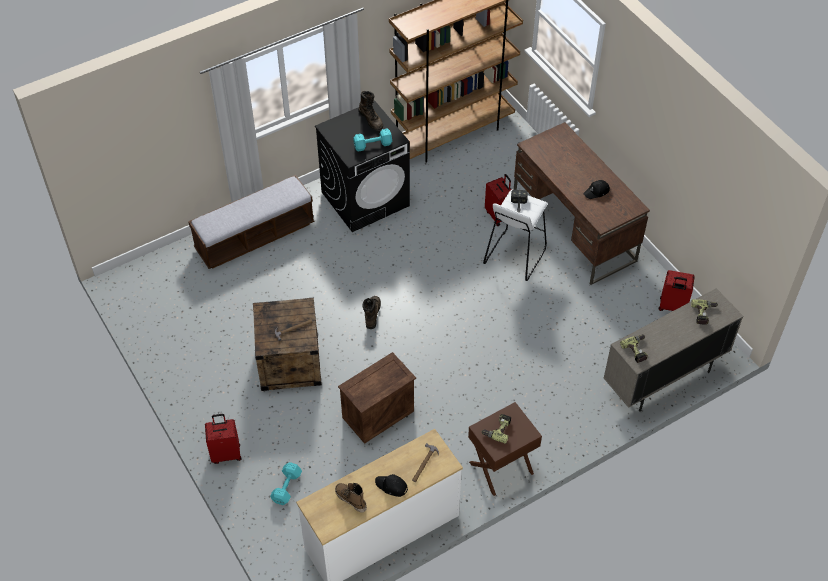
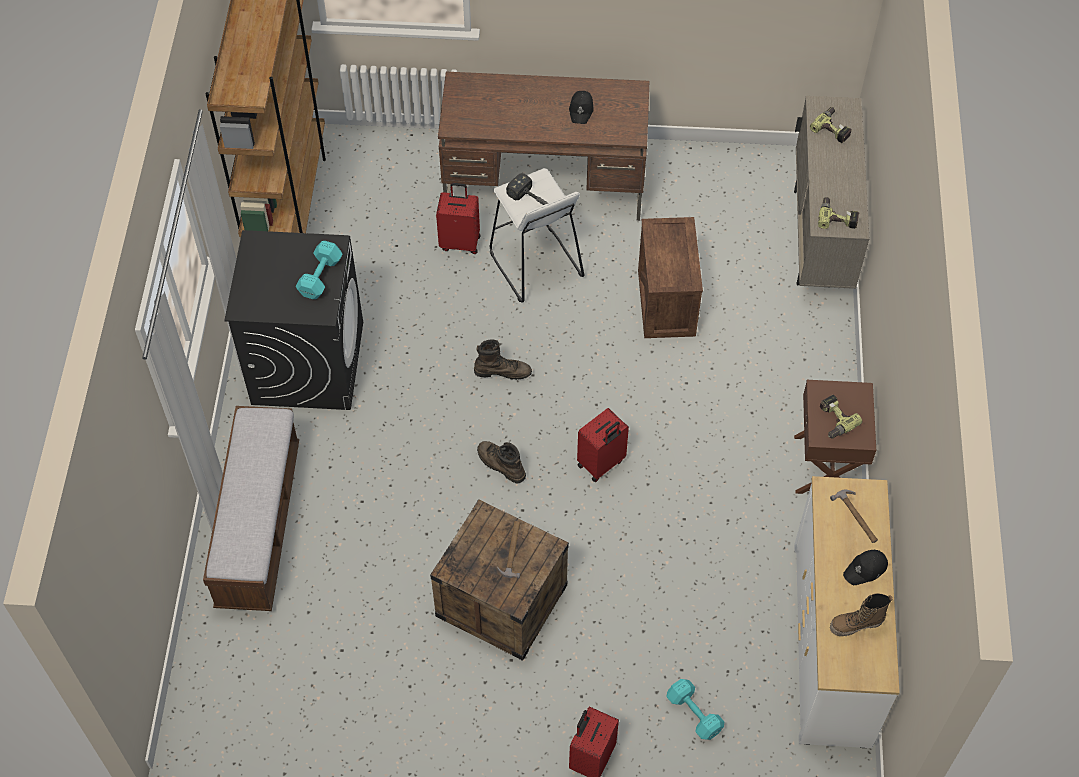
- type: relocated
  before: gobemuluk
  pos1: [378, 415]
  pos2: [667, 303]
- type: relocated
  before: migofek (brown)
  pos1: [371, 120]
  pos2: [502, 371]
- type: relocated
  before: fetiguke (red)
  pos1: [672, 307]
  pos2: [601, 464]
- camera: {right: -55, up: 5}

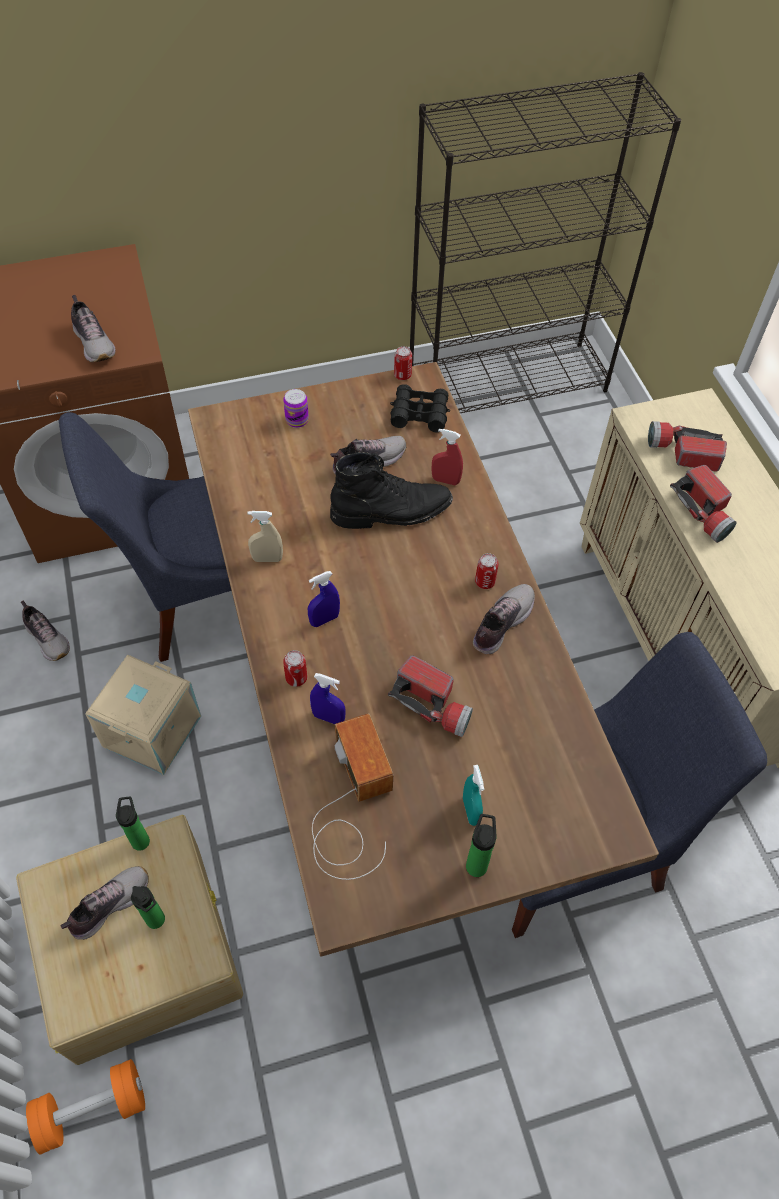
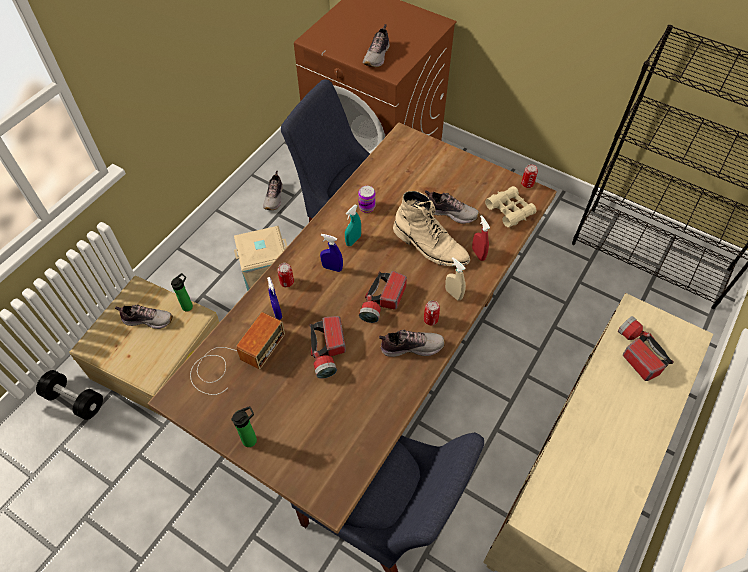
- type: missing
  before: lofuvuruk
  pos1: [157, 922]
- type: relocated
  before: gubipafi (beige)
  pos1: [267, 559]
  pos2: [453, 294]
- type: relocated
  before: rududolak
  pos1: [297, 420]
  pos2: [367, 207]
- type: relocated
  before: gubipafi (turquoise)
  pos1: [470, 810]
  pos2: [353, 240]
- type: relocated
  before: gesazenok
  pos1: [703, 512]
  pos2: [382, 302]
- type: colour
  before: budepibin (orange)
  after: budepibin (black)
  pos1: [92, 1109]
  pos2: [74, 400]
- type: colour
  before: migofek (black)
  after: migofek (beige)
  pos1: [391, 511]
  pos2: [430, 246]
- type: colour
  before: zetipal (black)
  after: zetipal (beige)
  pos1: [419, 414]
  pos2: [509, 210]
- camera: {right: 50, up: 0}

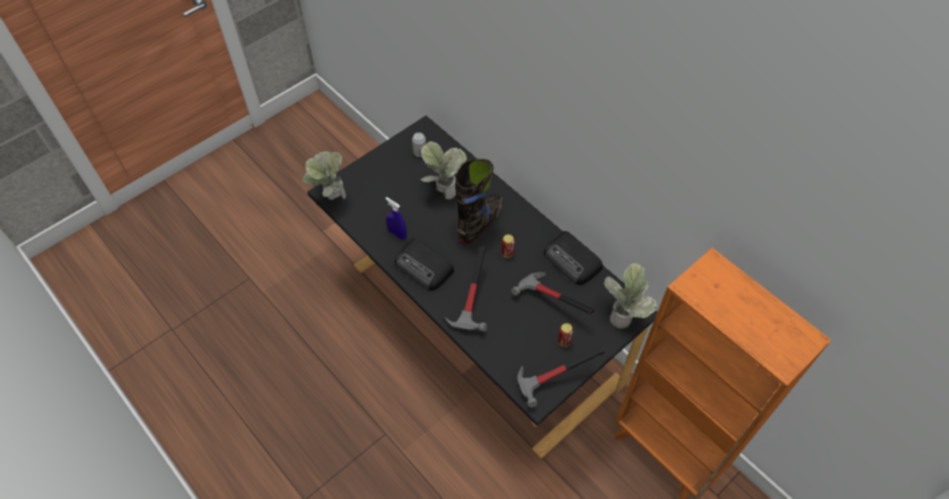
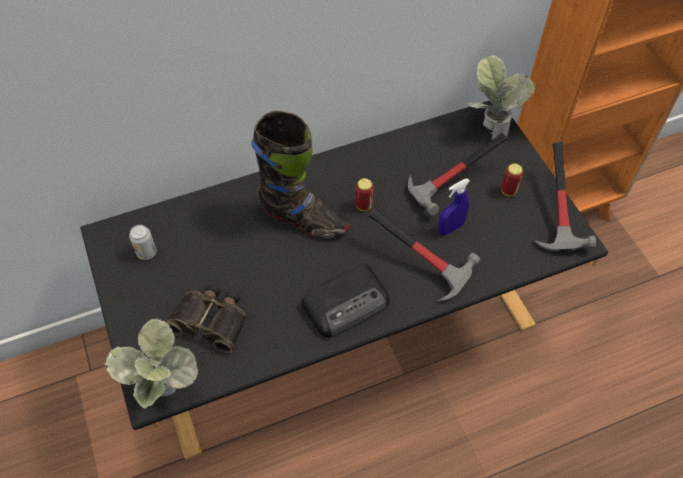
- type: missing
  before: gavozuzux
  pos1: [442, 190]
- type: missing
  before: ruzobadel
  pos1: [573, 261]
- type: appeared
  after: zetipal
  pos2: [211, 320]
- type: relocated
  before: gubipafi (blue)
  pos1: [397, 234]
  pos2: [450, 228]
- type: spun
  before: migofek (black)
  pos1: [480, 223]
  pos2: [303, 219]
  turn: 150
- camera: {right: -70, up: 0}

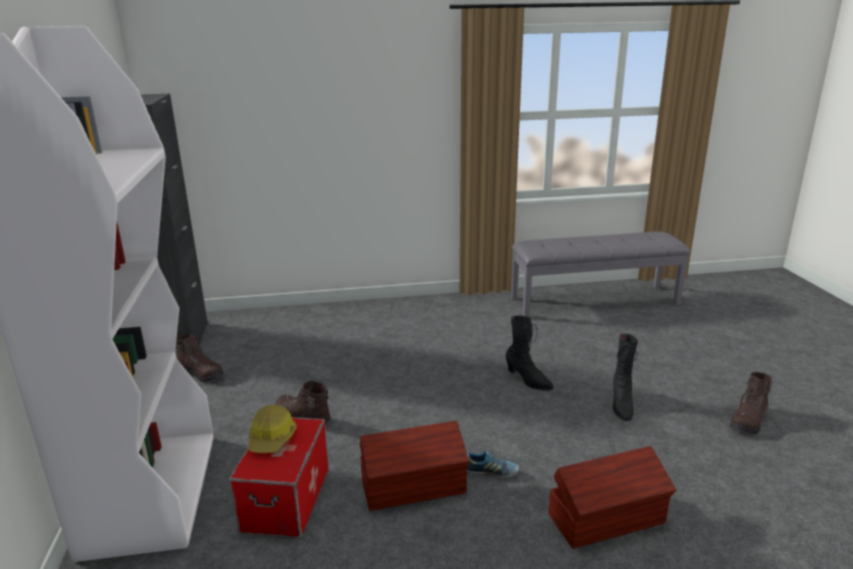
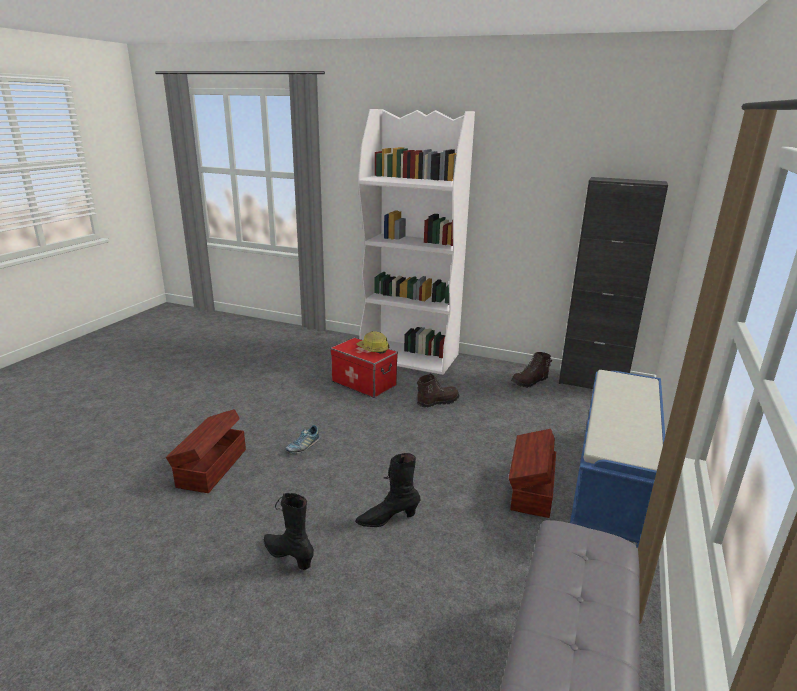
- type: missing
  before: migofek (brown)
  pos1: [748, 421]
- type: appeared
  after: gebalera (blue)
  pos2: [613, 484]
- type: relocated
  before: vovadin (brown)
  pos1: [414, 487]
  pos2: [531, 489]
- camera: {right: 120, up: 0}

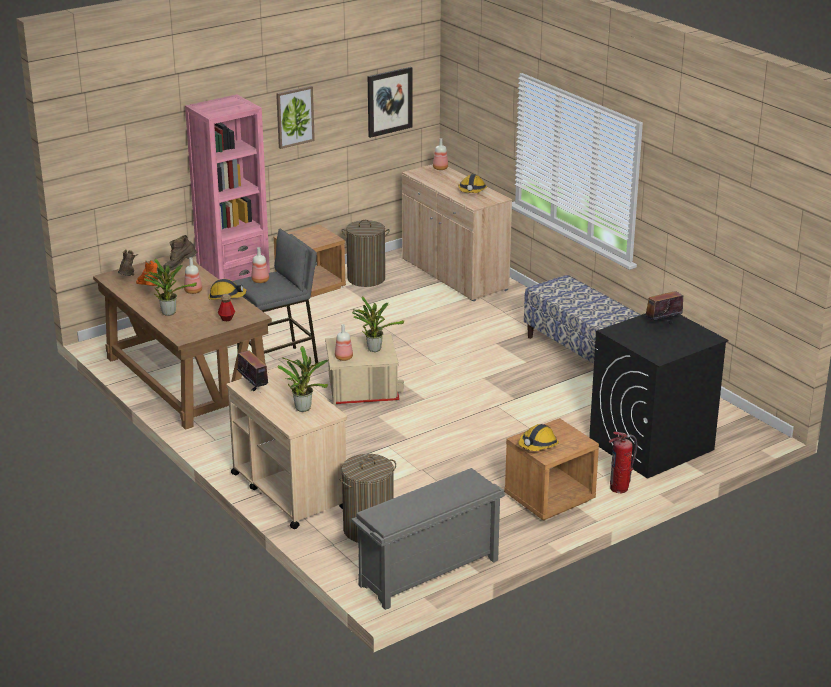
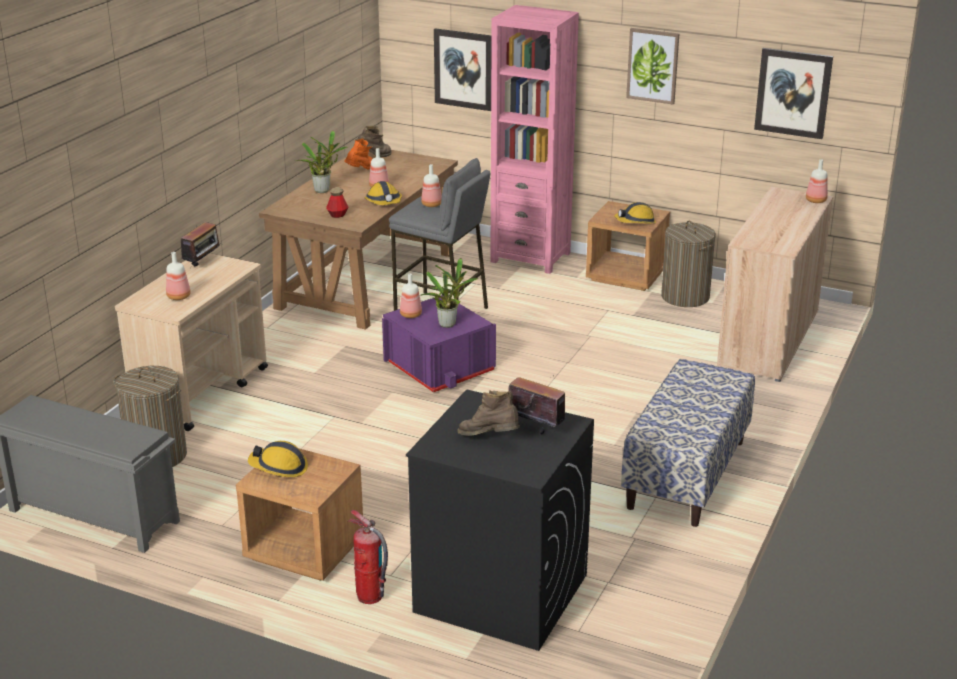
- type: appeared
  after: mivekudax
  pos2: [463, 69]
- type: relocated
  before: migofek (brown)
  pos1: [180, 267]
  pos2: [489, 439]
- type: relocated
  before: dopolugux
  pos1: [472, 191]
  pos2: [635, 222]
- type: exchanged
  before: gavozuzux
  after: lofuvuruk
  pos1: [303, 407]
  pos2: [179, 296]
- type: colour
  before: vovadin (beige)
  after: vovadin (purple)
  pos1: [362, 389]
  pos2: [439, 367]
- camera: {right: 60, up: 0}

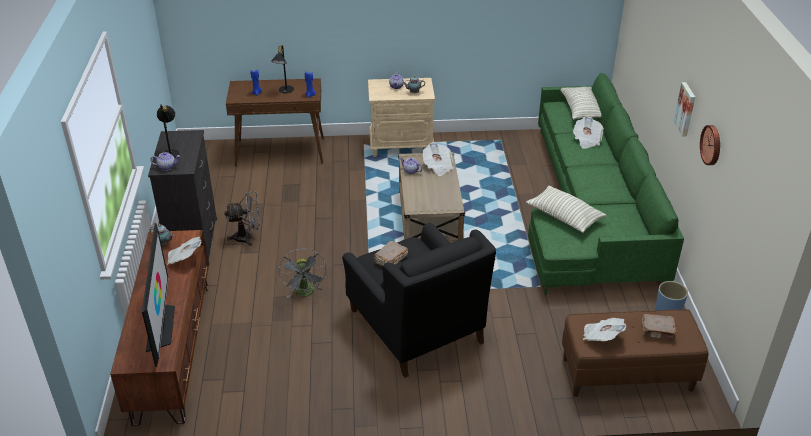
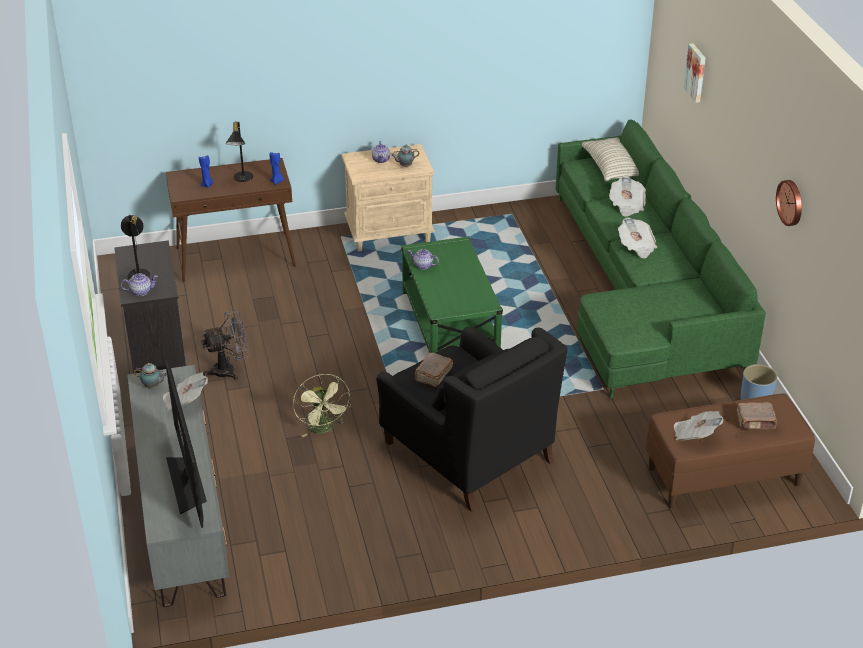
- type: missing
  before: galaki
  pos1: [564, 217]
- type: relocated
  before: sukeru
  pos1: [438, 166]
  pos2: [636, 247]
- type: relocated
  before: mivekudax
  pos1: [686, 109]
  pos2: [696, 72]
- type: colour
  before: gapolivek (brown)
  after: gapolivek (grey)
  pos1: [173, 349]
  pos2: [182, 514]
- type: colour
  before: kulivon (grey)
  after: kulivon (green)
  pos1: [305, 293]
  pos2: [324, 429]
- type: colour
  before: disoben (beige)
  after: disoben (green)
  pos1: [429, 220]
  pos2: [450, 324]
- camera: {right: -10, up: 0}

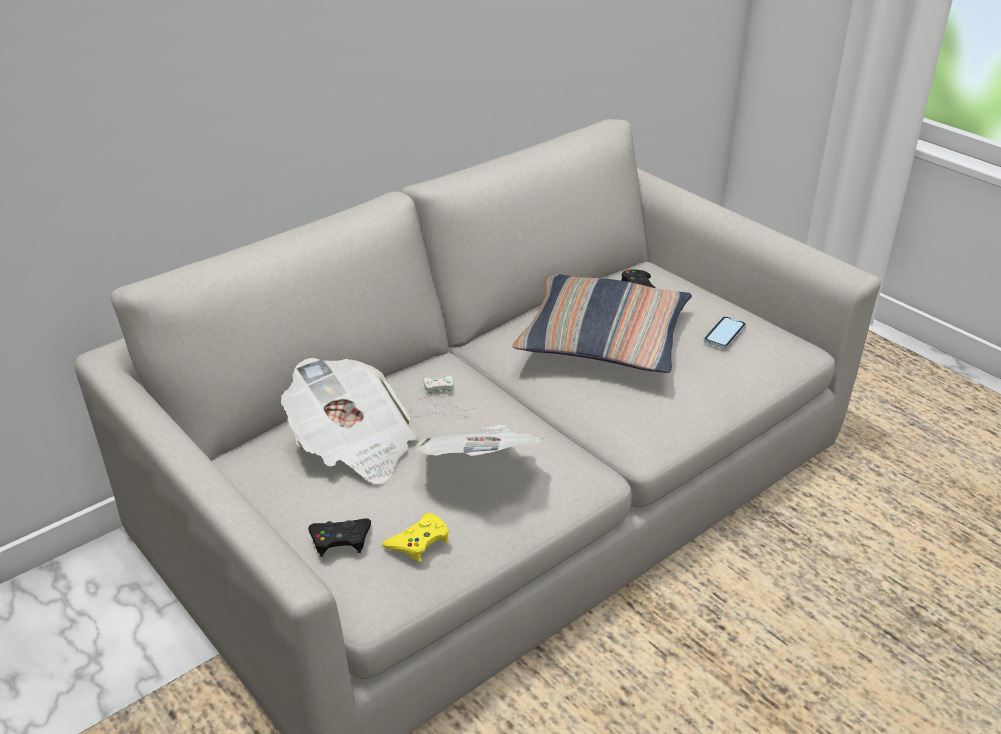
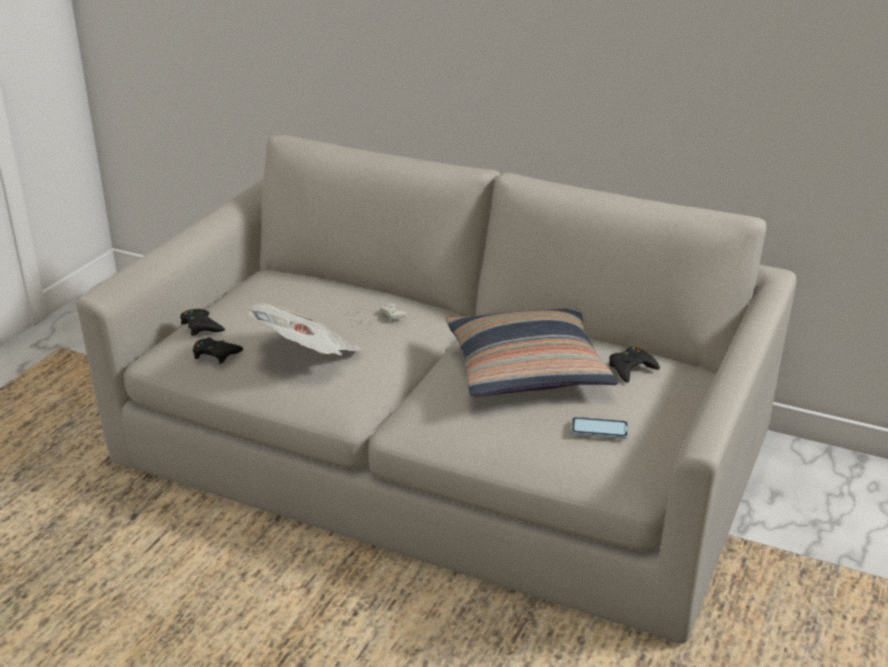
- type: missing
  before: sukeru
  pos1: [353, 446]
- type: colour
  before: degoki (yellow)
  after: degoki (black)
  pos1: [419, 542]
  pos2: [215, 354]
- camera: {right: 65, up: -5}

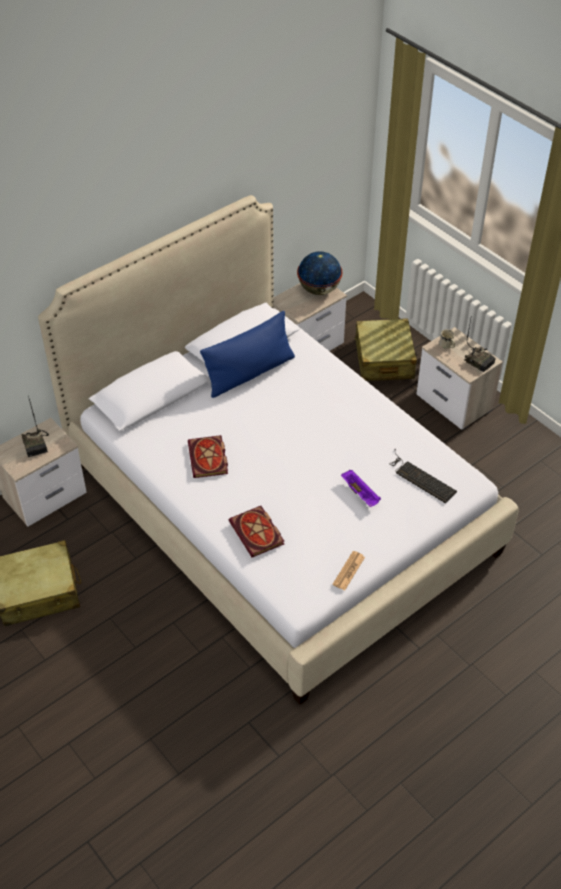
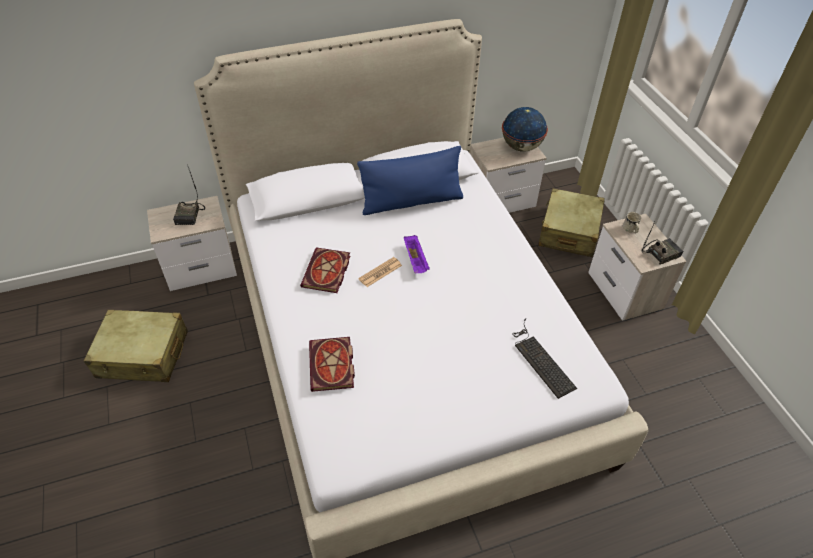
- type: relocated
  before: sukeru
  pos1: [348, 571]
  pos2: [380, 272]
- type: relocated
  before: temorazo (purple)
  pos1: [360, 494]
  pos2: [416, 260]
- type: spun
  before: ruzobadel
  pos1: [479, 360]
  pos2: [660, 253]
  turn: -90
- camera: {right: 20, up: 0}

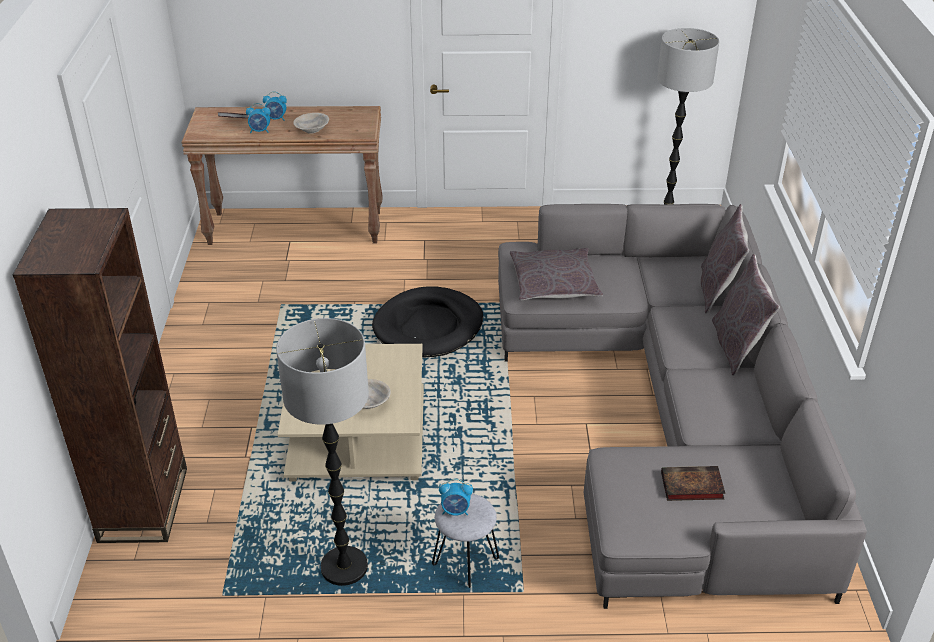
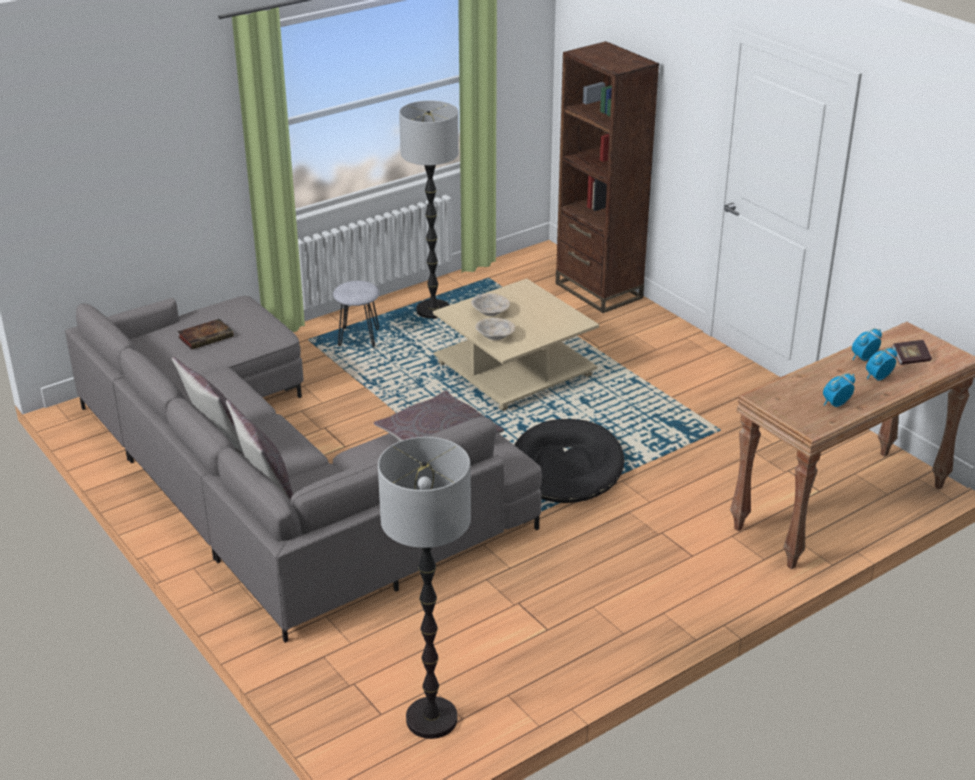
- type: relocated
  before: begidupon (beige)
  pos1: [312, 130]
  pos2: [494, 337]
- type: relocated
  before: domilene
  pos1: [455, 511]
  pos2: [835, 404]
- camera: {right: 145, up: -5}

